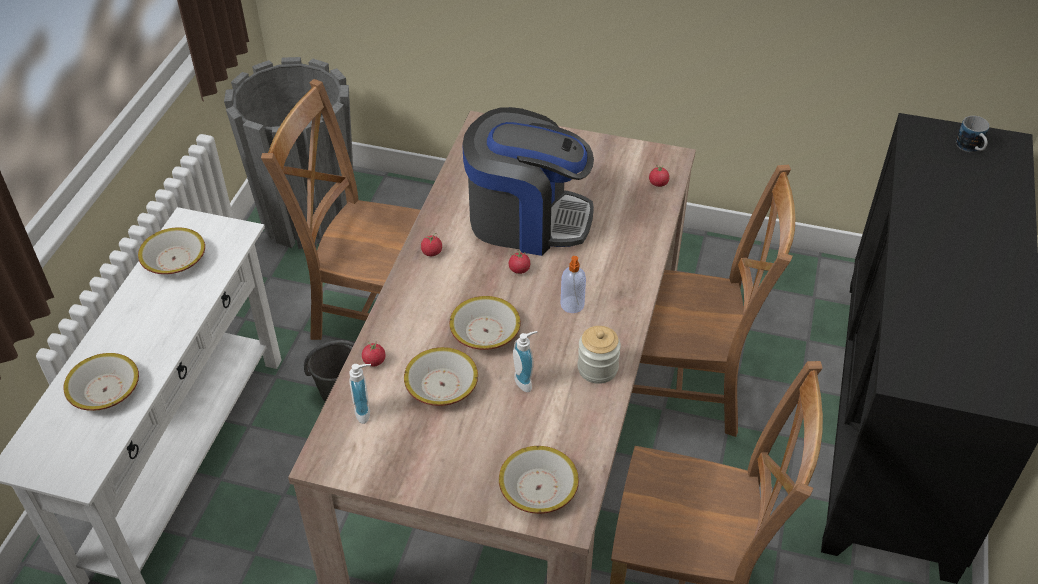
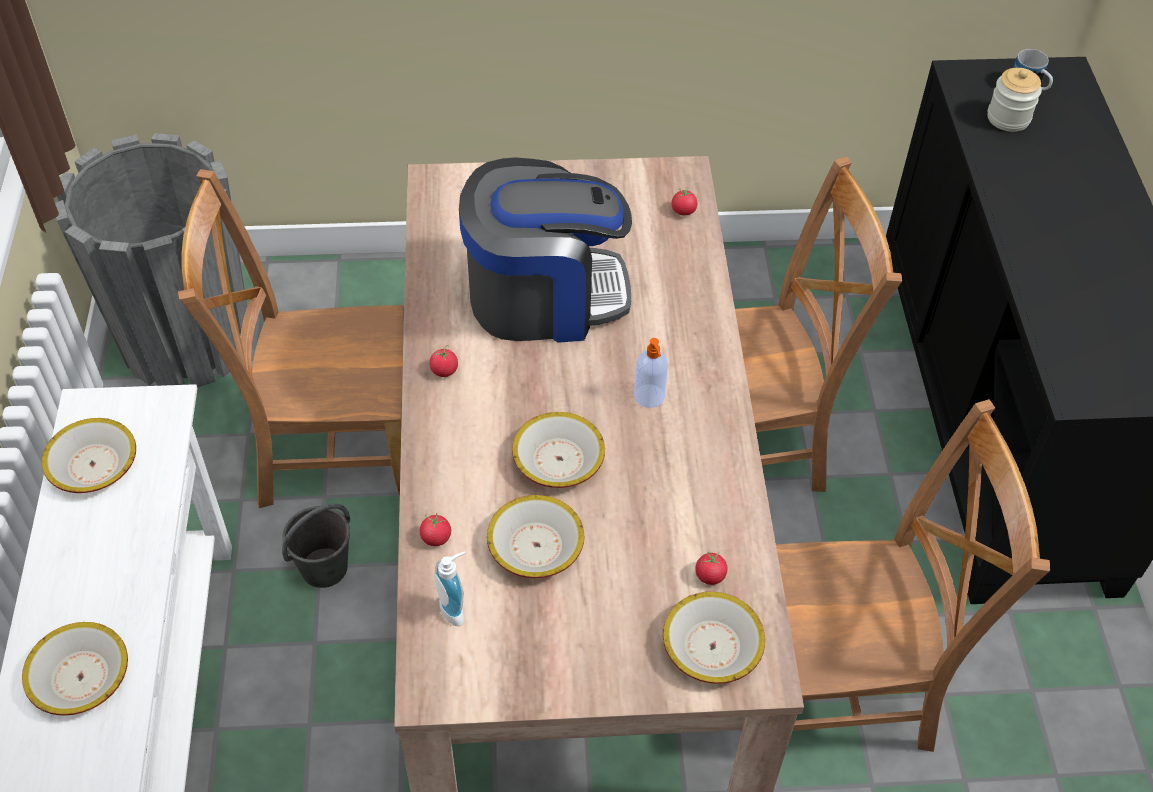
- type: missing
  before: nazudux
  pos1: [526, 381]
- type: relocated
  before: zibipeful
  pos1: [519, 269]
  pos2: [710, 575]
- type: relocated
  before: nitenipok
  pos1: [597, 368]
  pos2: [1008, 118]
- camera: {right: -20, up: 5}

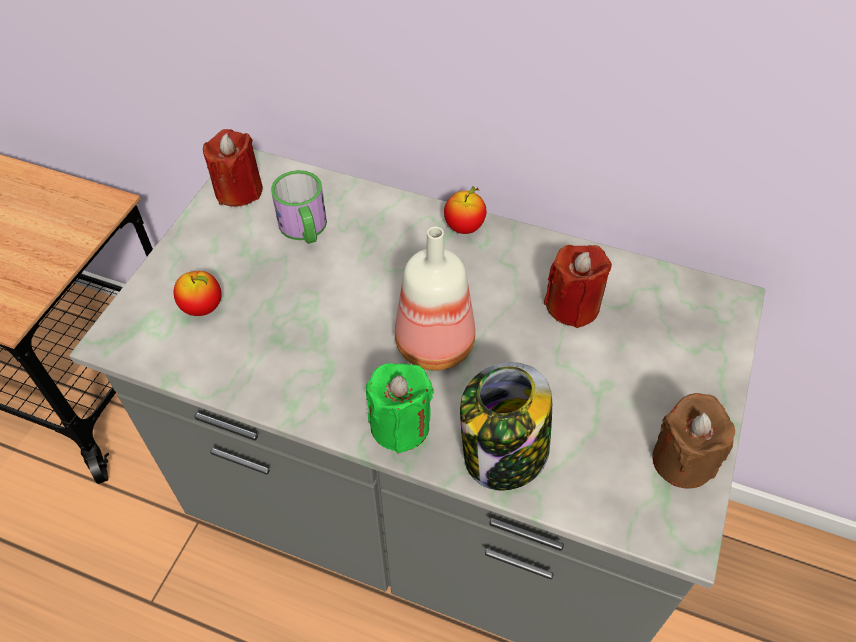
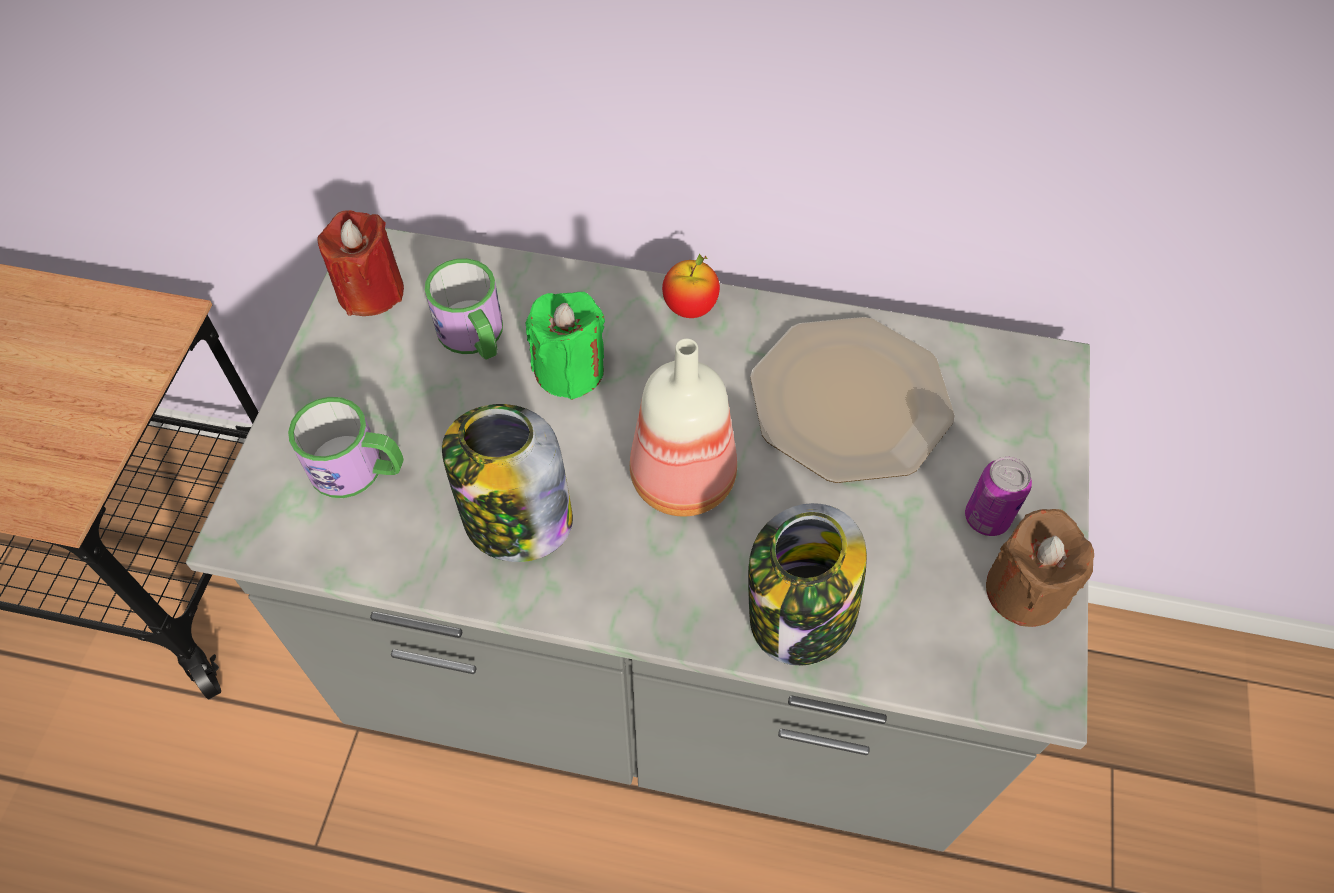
- type: appeared
  after: nitenipok
  pos2: [515, 519]
- type: appeared
  after: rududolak
  pos2: [986, 518]
- type: relocated
  before: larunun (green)
  pos1: [400, 425]
  pos2: [569, 370]
- type: exchanged
  before: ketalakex
  after: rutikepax
  pos1: [203, 308]
  pos2: [358, 469]
- type: exchanged
  before: larunun (red)
  after: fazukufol
  pos1: [572, 306]
  pos2: [852, 400]
- camera: {right: -10, up: 5}

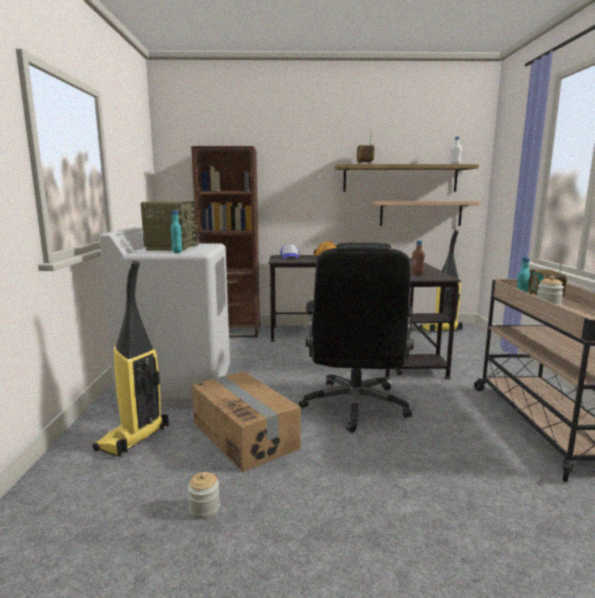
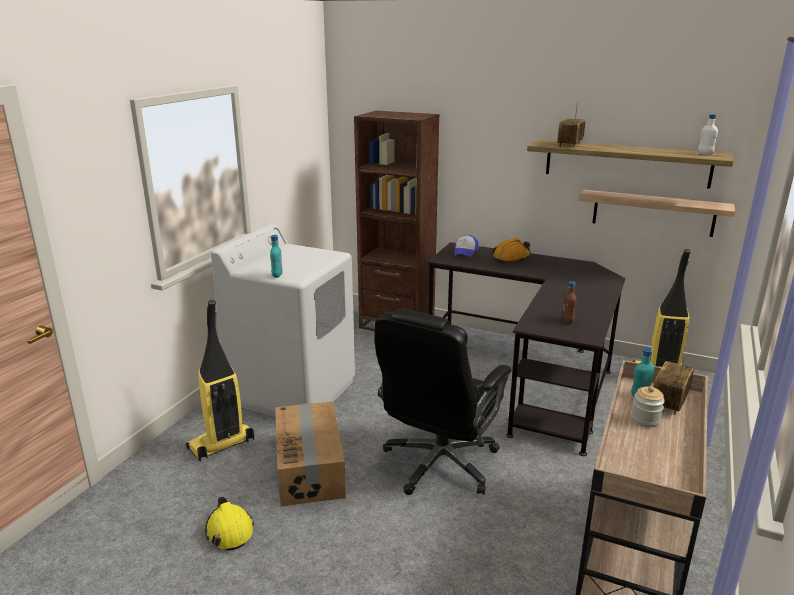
- type: missing
  before: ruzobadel
  pos1: [171, 247]
- type: exchanged
  before: nitenipok
  after: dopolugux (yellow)
  pos1: [204, 509]
  pos2: [229, 531]
- camera: {right: 25, up: 10}

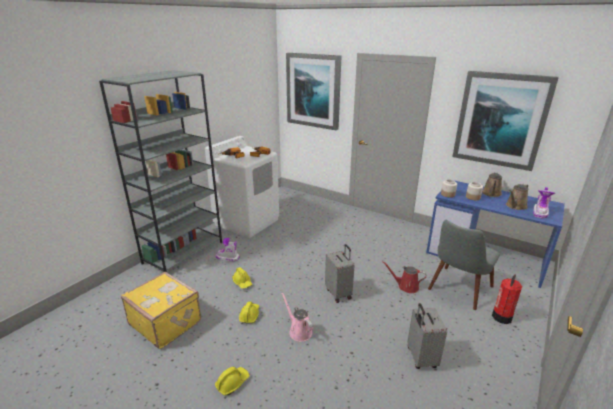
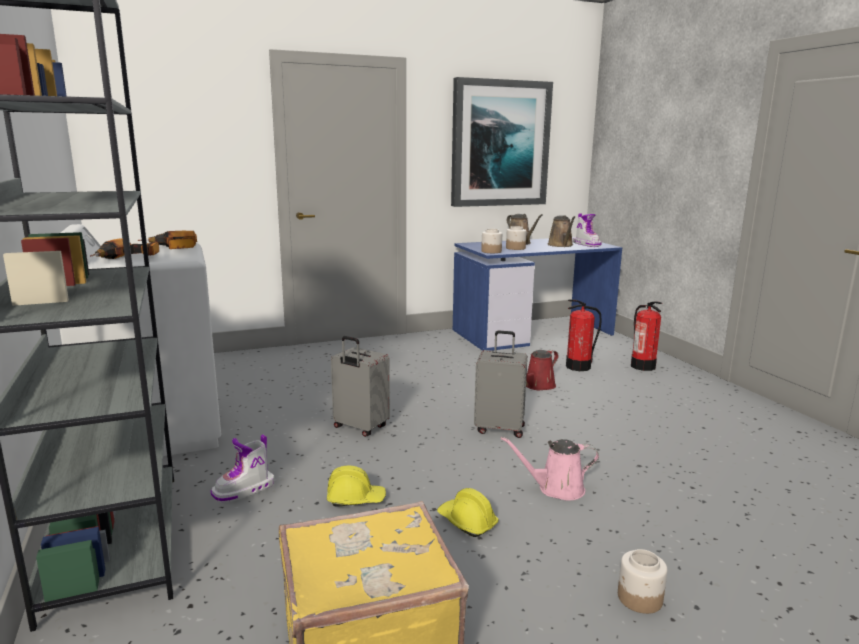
- type: missing
  before: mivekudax
  pos1: [313, 91]
- type: relocated
  before: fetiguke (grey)
  pos1: [420, 358]
  pos2: [360, 428]
- type: exchanged
  before: dopolugux (yellow)
  after: nitenipok
  pos1: [232, 383]
  pos2: [639, 598]
- type: exchanged
  before: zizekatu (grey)
  after: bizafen
  pos1: [457, 291]
  pos2: [578, 367]
- camera: {right: -55, up: -10}

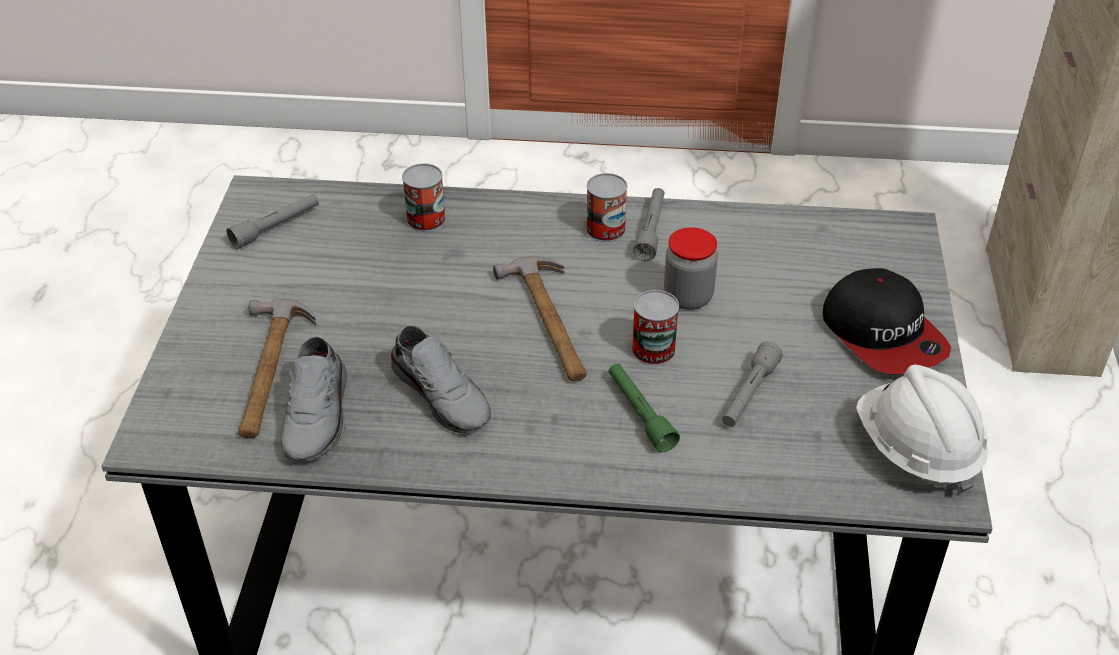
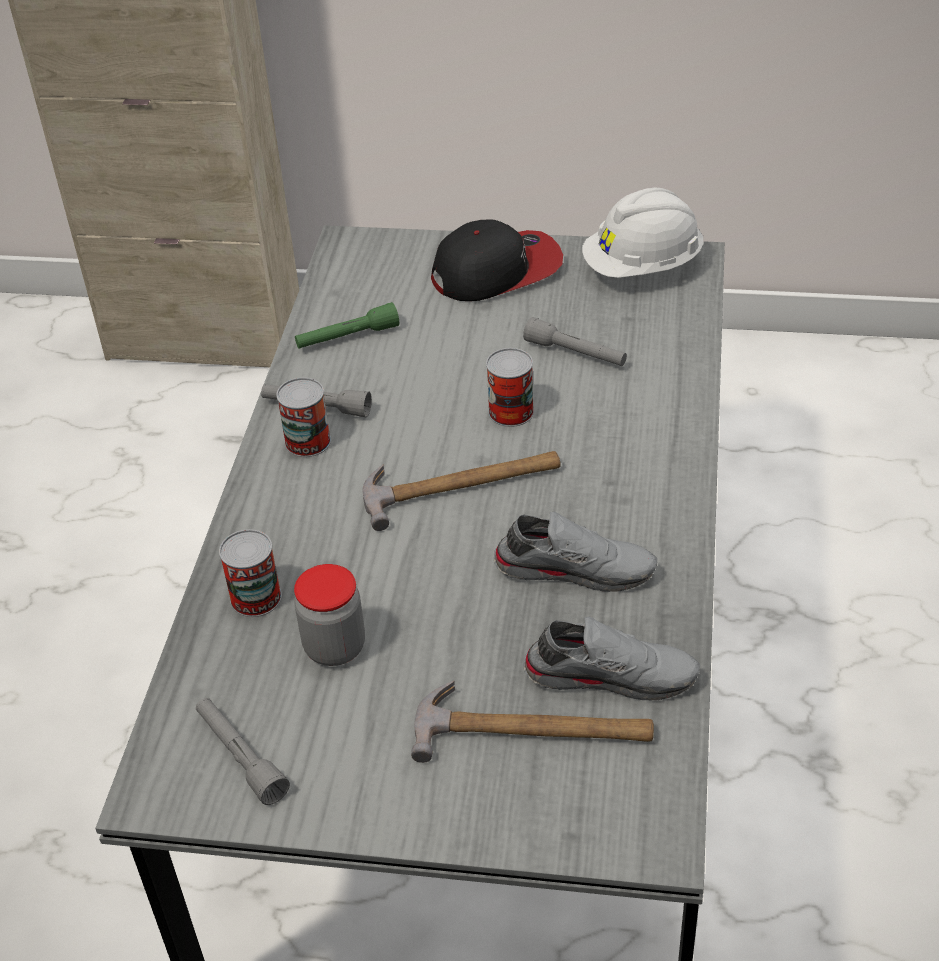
- type: relocated
  before: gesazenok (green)
  pos1: [640, 413]
  pos2: [347, 337]
- type: relocated
  before: nitenipok
  pos1: [688, 297]
  pos2: [335, 647]
- type: spun
  before: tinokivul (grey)
  pos1: [443, 394]
  pos2: [575, 568]
  turn: 45
- camera: {right: -85, up: 0}

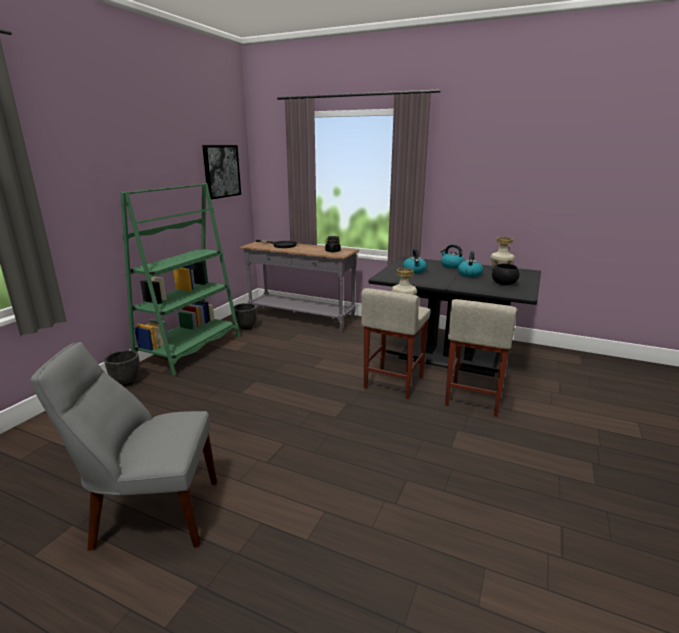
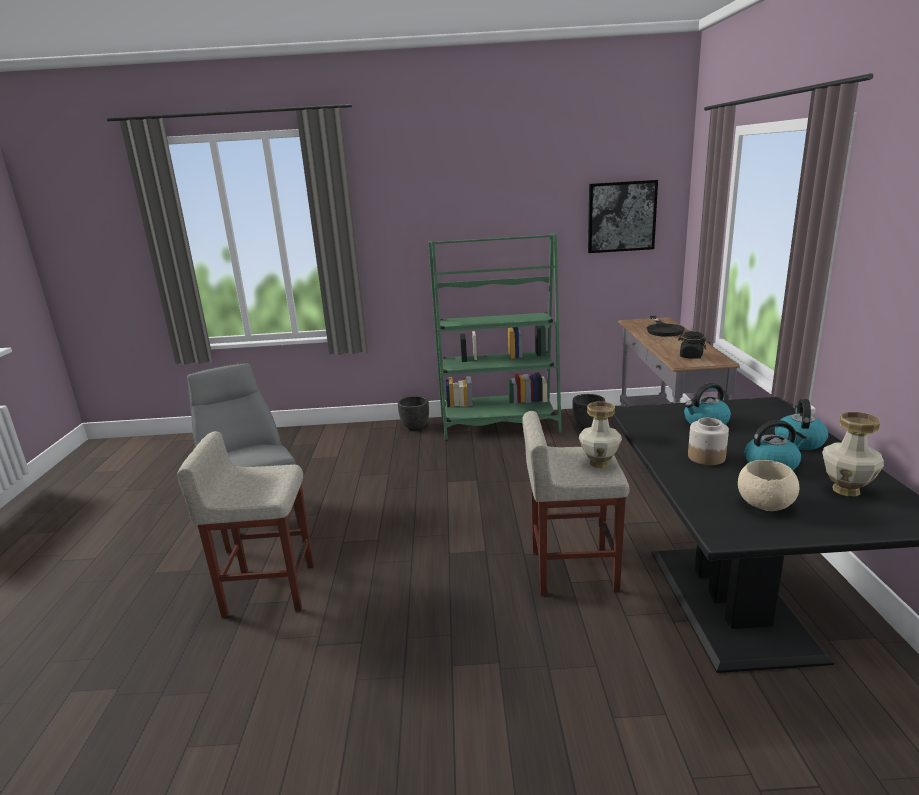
- type: appeared
  after: nitenipok
  pos2: [705, 457]
- type: relocated
  before: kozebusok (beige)
  pos1: [473, 398]
  pos2: [268, 590]
- type: colour
  before: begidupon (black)
  after: begidupon (beige)
  pos1: [503, 284]
  pos2: [763, 504]
- camera: {right: 65, up: 0}

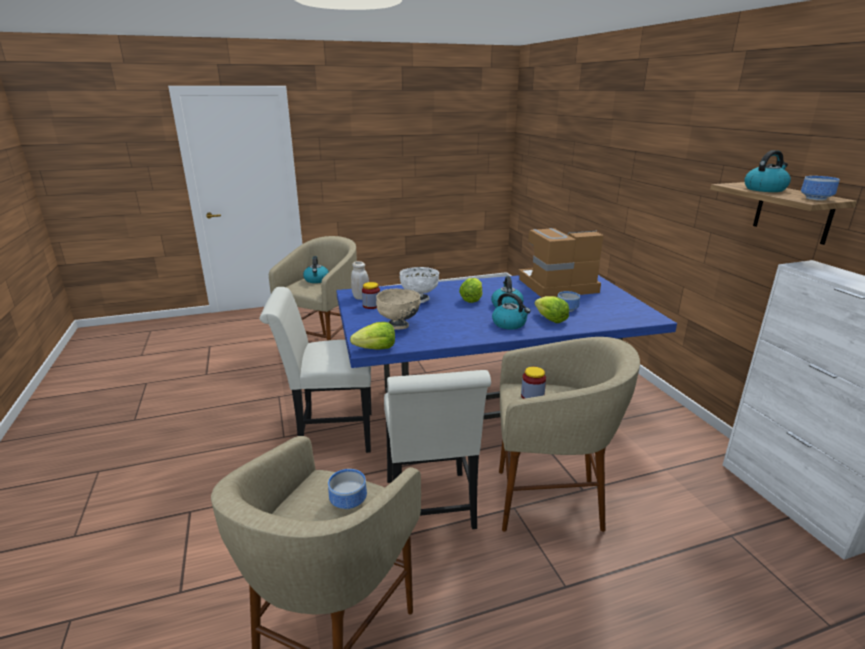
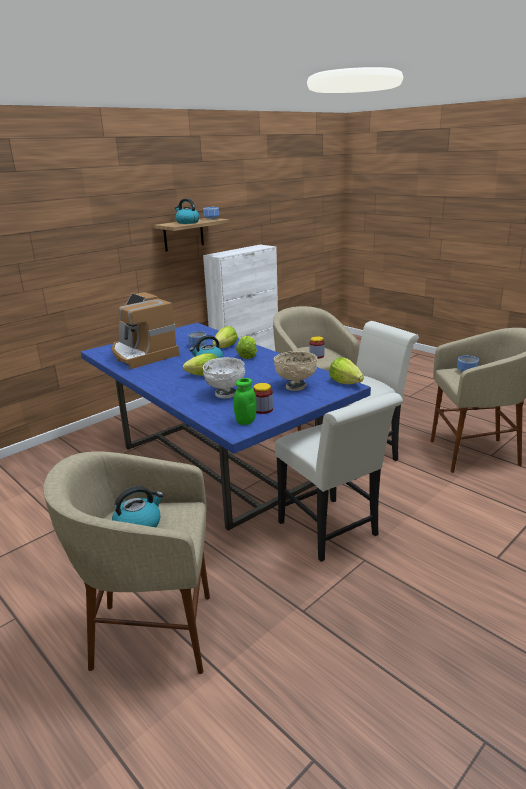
- type: exchanged
  before: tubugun
  after: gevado
  pos1: [509, 324]
  pos2: [247, 356]
- type: colour
  before: nitenipok (white)
  after: nitenipok (green)
  pos1: [360, 297]
  pos2: [245, 421]
- camera: {right: -115, up: 0}

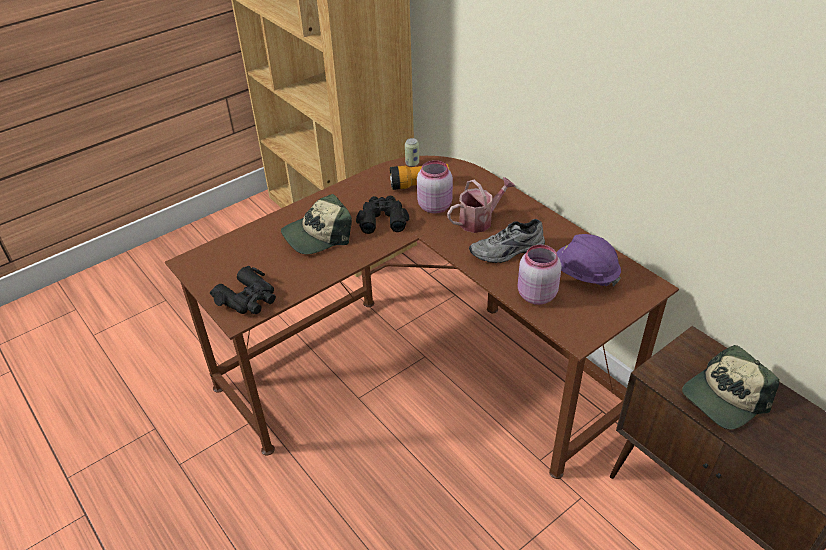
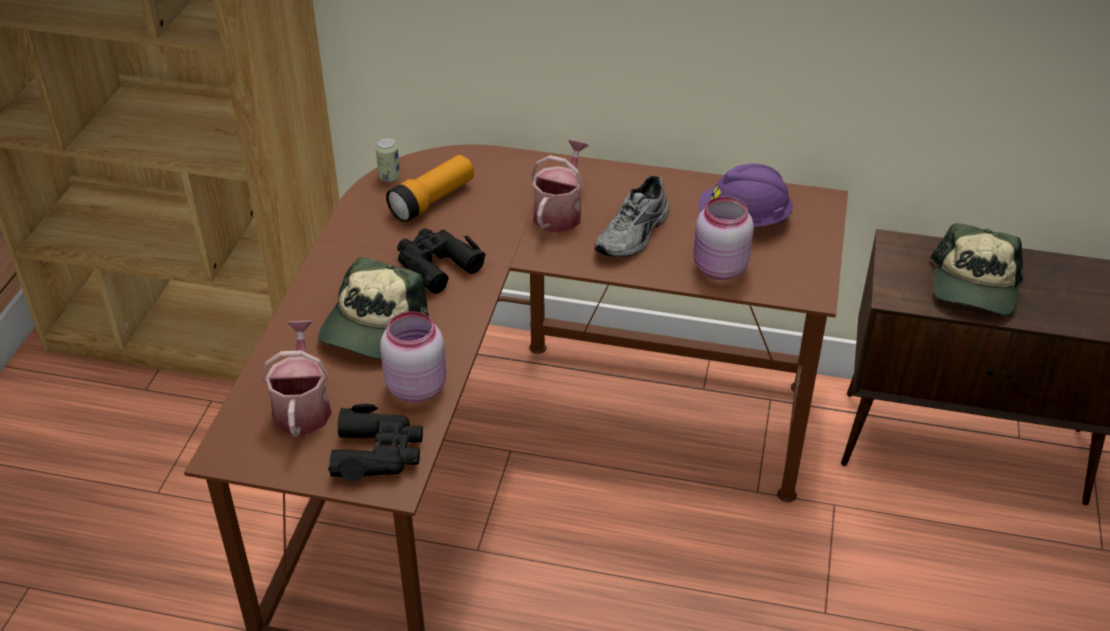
- type: appeared
  after: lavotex
  pos2: [302, 406]
- type: relocated
  before: nitenipok (pink)
  pos1: [435, 206]
  pos2: [415, 386]
- camera: {right: -40, up: 0}

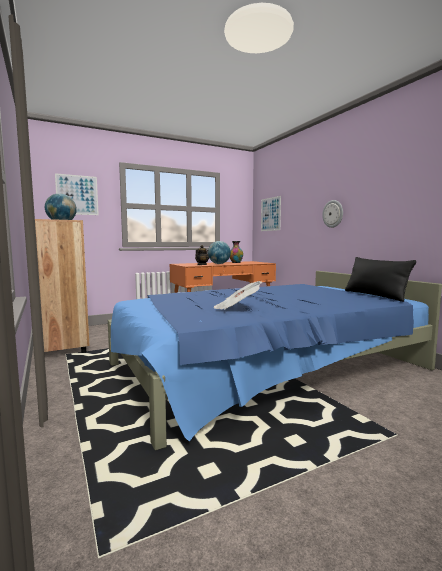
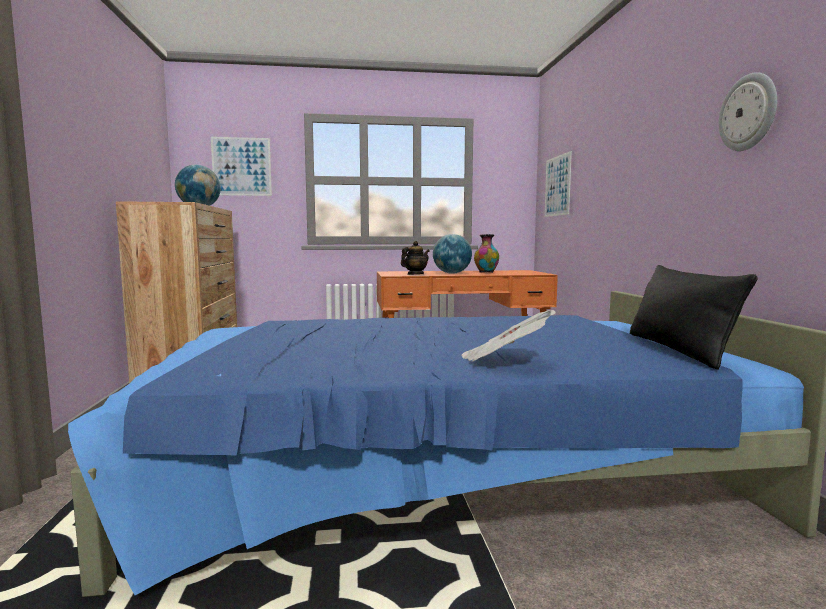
- type: relocated
  before: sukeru
  pos1: [237, 308]
  pos2: [504, 360]
- type: relocated
  before: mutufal
  pos1: [333, 214]
  pos2: [748, 112]
- camera: {right: 20, up: 0}

